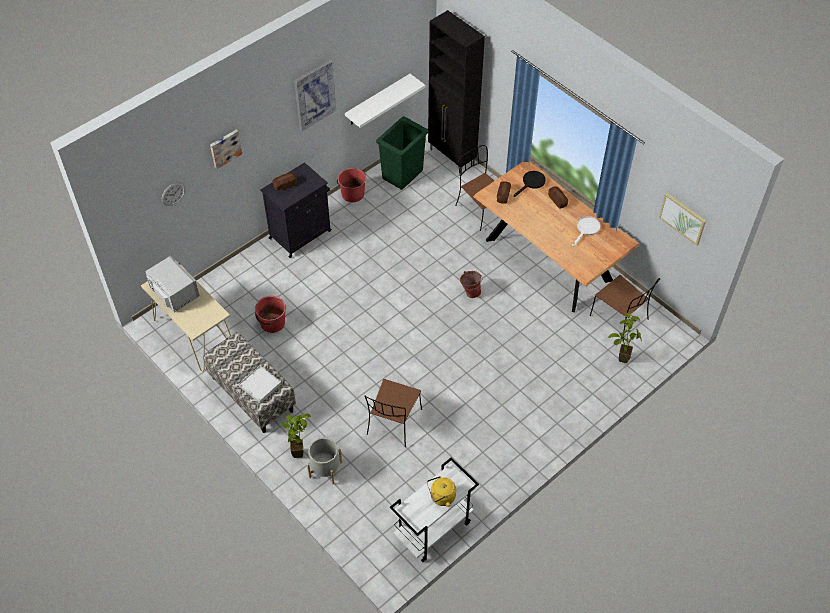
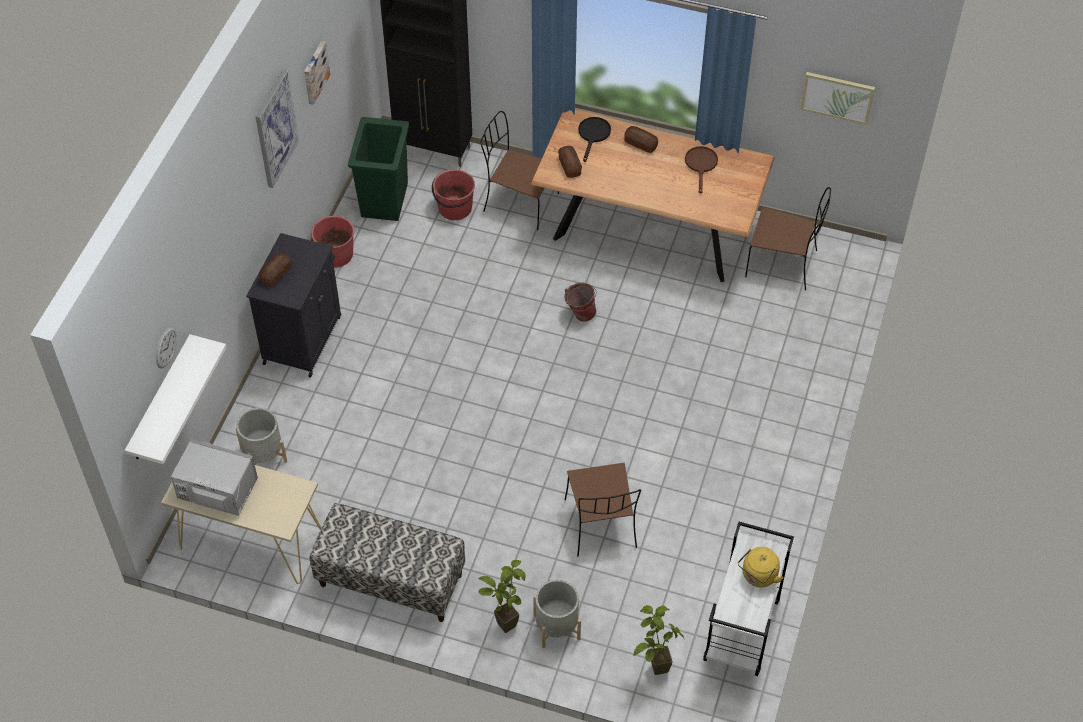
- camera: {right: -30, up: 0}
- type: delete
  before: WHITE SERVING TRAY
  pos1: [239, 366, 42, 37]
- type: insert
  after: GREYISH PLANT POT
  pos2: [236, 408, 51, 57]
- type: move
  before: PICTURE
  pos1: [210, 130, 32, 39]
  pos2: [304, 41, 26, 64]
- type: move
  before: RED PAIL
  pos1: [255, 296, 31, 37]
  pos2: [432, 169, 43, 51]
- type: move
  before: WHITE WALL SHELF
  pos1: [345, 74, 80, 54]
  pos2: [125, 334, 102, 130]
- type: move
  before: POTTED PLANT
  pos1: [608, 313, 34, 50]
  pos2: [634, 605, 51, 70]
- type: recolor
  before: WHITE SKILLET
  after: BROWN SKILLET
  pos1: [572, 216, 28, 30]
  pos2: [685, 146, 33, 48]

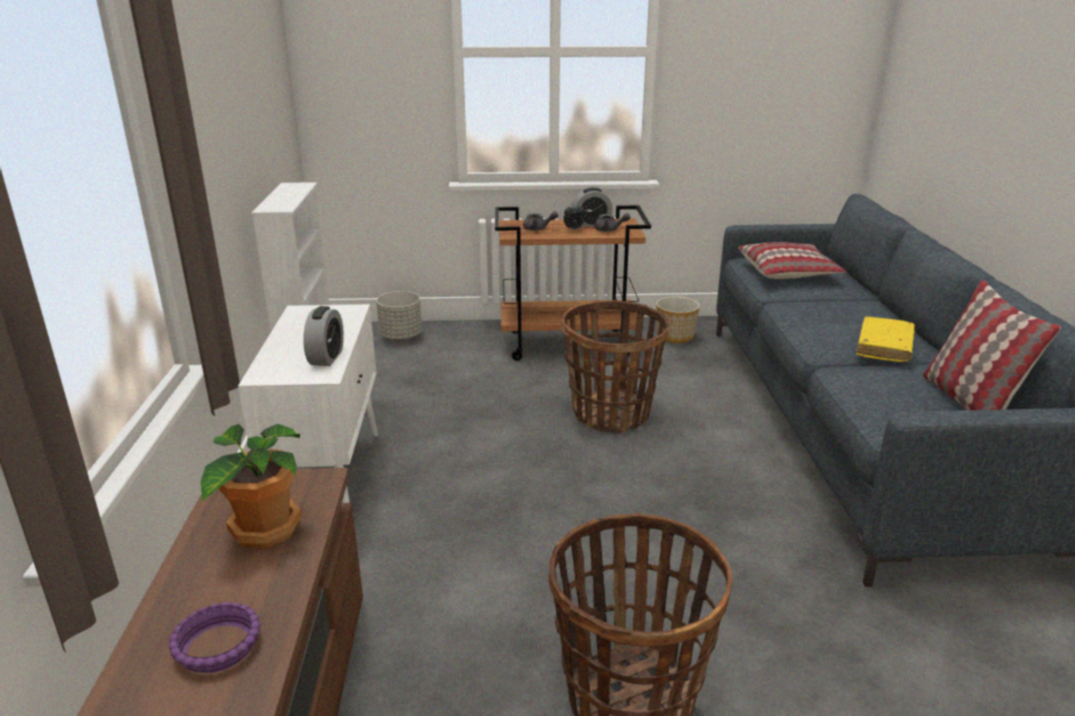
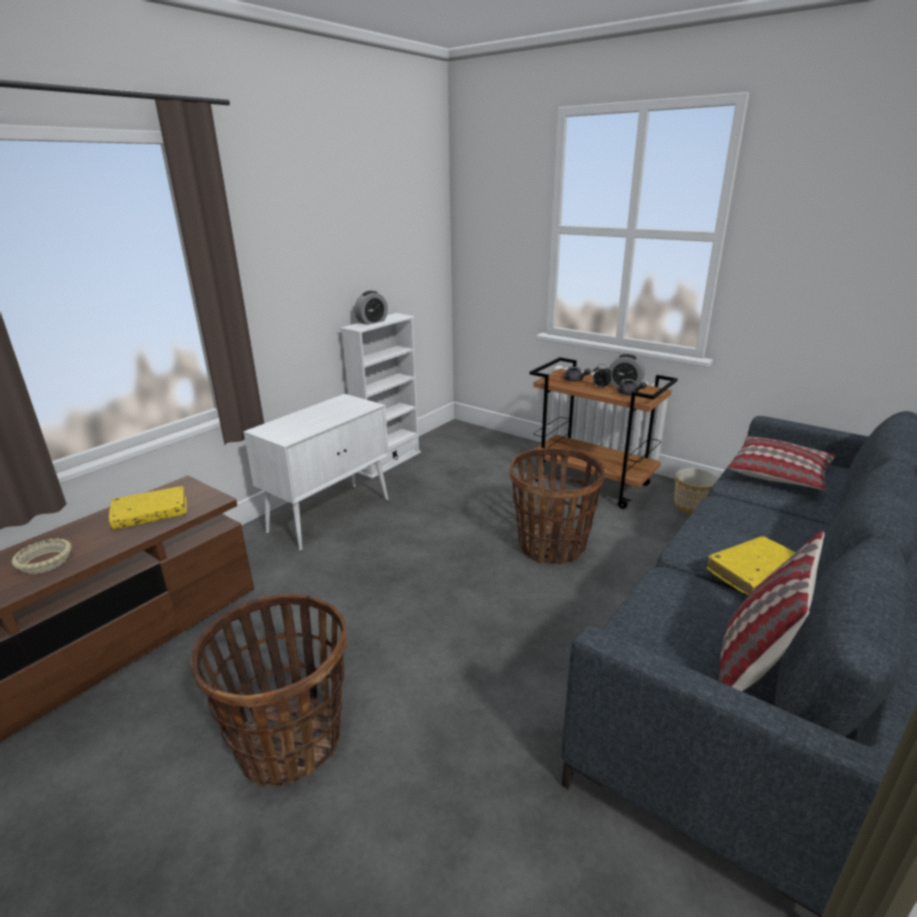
- camera: {right: 40, up: 0}
- type: delete
  before: GREYISH PLANT POT
  pos1: [376, 291, 46, 49]
- type: move
  before: BEDSIDE CLOCK
  pos1: [303, 306, 41, 60]
  pos2: [354, 291, 34, 34]
- type: replace
  before: POTTED PLANT
  after: YELLOWISH BOUND BOOK
  pos1: [201, 424, 101, 124]
  pos2: [109, 486, 78, 44]
- type: recolor
  before: PURPLE-COLOURED BOWL
  after: BEIGE BOWL
  pos1: [168, 602, 93, 71]
  pos2: [11, 538, 61, 36]

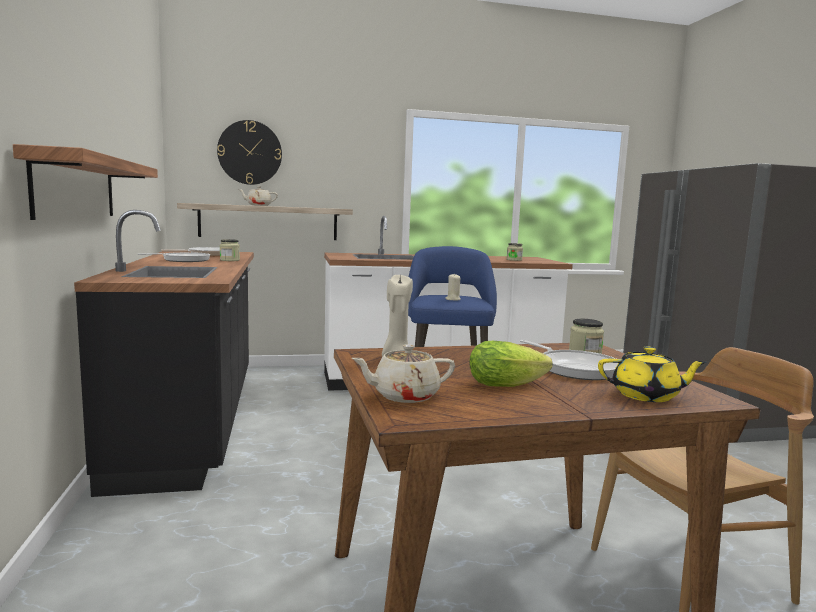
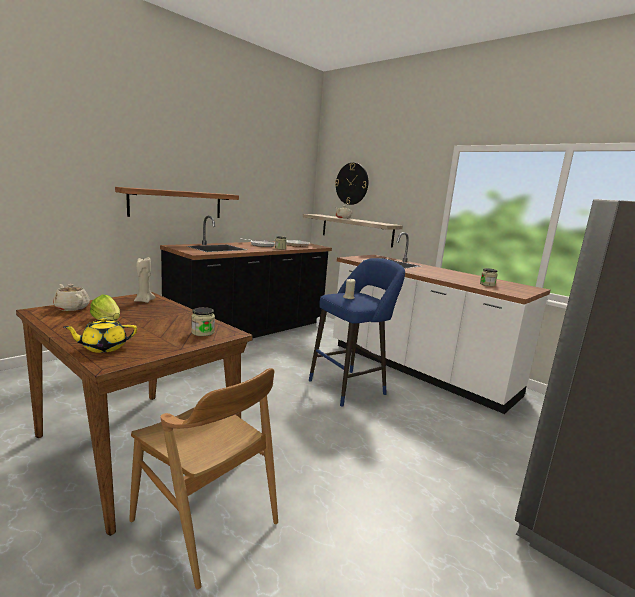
- camera: {right: 55, up: 5}
- type: delete
  before: SKILLET
  pos1: [520, 340, 98, 40]
- type: rotate
  before: YELLOWISH TEA POT
  pos1: [598, 347, 109, 55]
  pos2: [63, 317, 74, 36]
  turn: 90

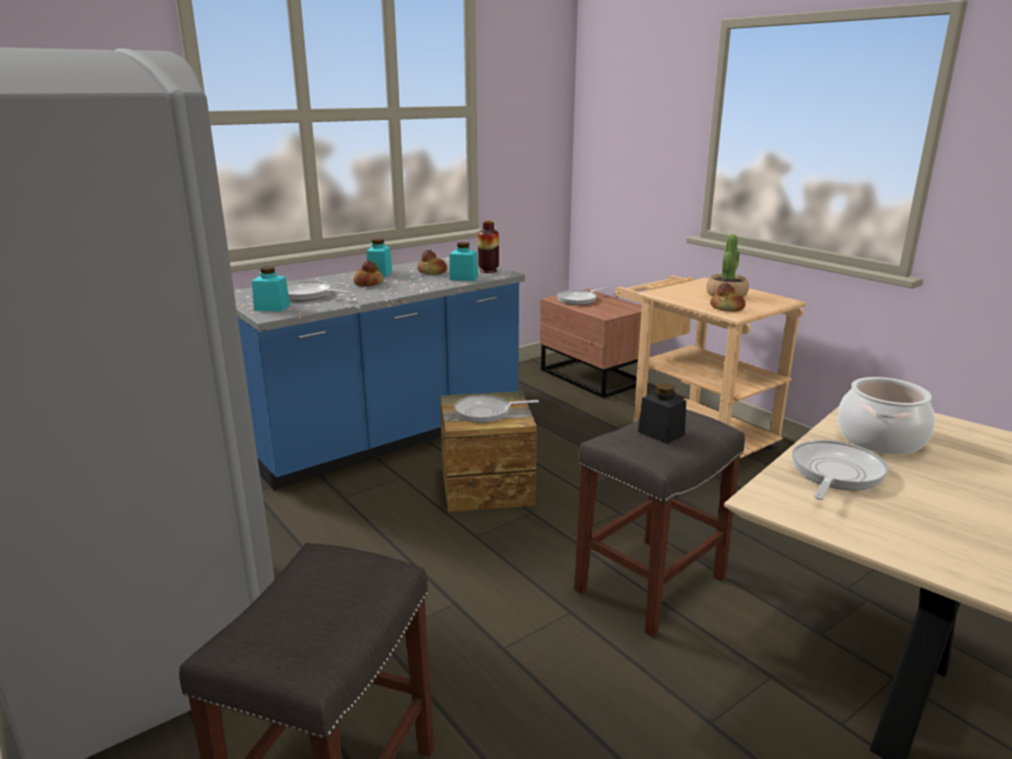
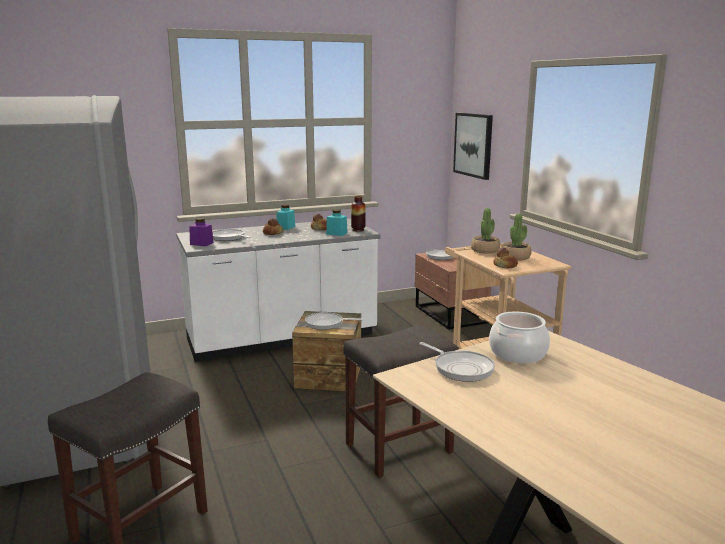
- camera: {right: 15, up: -5}
- type: delete
  before: BLACK-COLOURED JAR
  pos1: [638, 383, 48, 61]
- type: insert
  after: PICTURE
  pos2: [453, 113, 40, 67]
- type: insert
  after: POTTED PLANT
  pos2: [471, 208, 29, 46]
- type: recolor
  before: BLUE-COLOURED COUNTER
  after: WHITE COUNTER
  pos1: [234, 256, 291, 234]
  pos2: [176, 219, 205, 143]
- type: recolor
  before: TURQUOISE JAR
  after: PURPLE-COLOURED JAR
  pos1: [252, 266, 38, 45]
  pos2: [189, 218, 25, 28]
- type: rotate
  before: SKILLET
  pos1: [792, 440, 97, 60]
  pos2: [419, 342, 76, 40]
  turn: 90

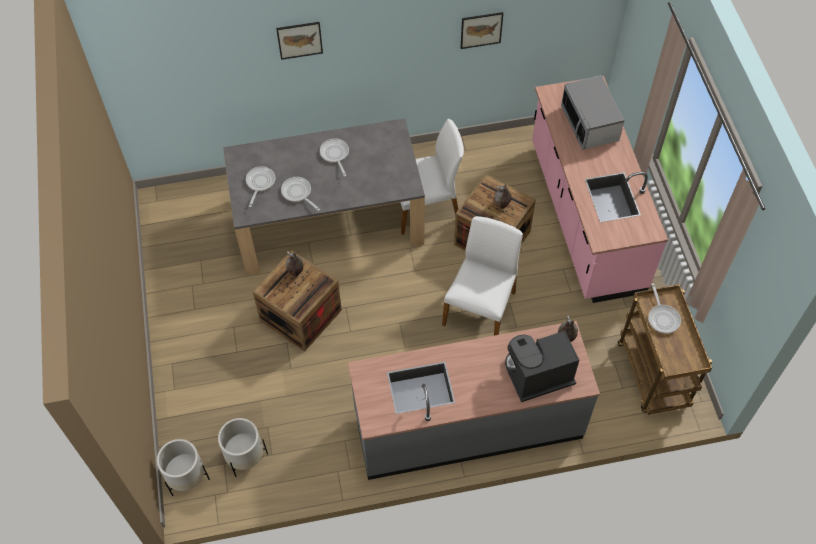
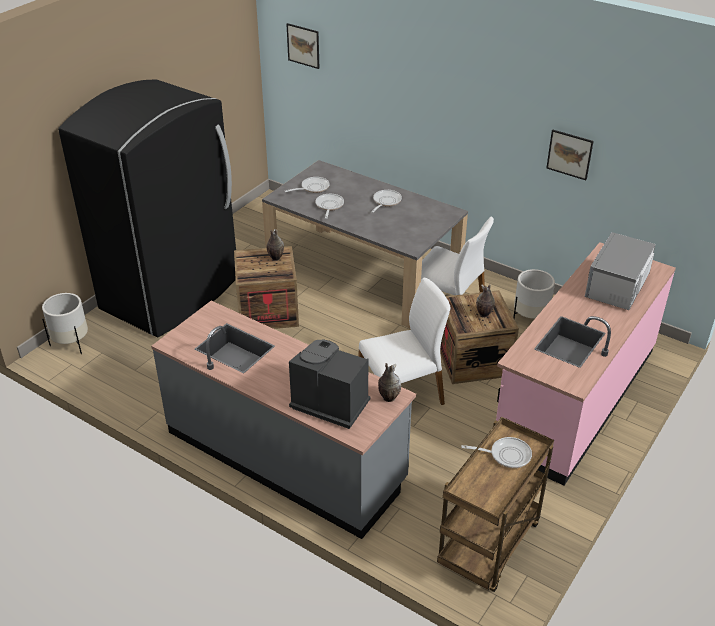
- camera: {right: 45, up: -20}
- type: insert
  after: BLACK-COLOURED REFRIGERATOR
  pos2: [58, 80, 178, 257]
- type: move
  before: WHITE PLANT POT
  pos1: [218, 418, 50, 59]
  pos2: [513, 269, 42, 50]
- type: move
  before: PICTURE
  pos1: [276, 22, 47, 38]
  pos2: [286, 23, 33, 46]
- type: rotate
  before: SKILLET
  pos1: [648, 283, 33, 51]
  pos2: [461, 437, 71, 31]
  turn: -120

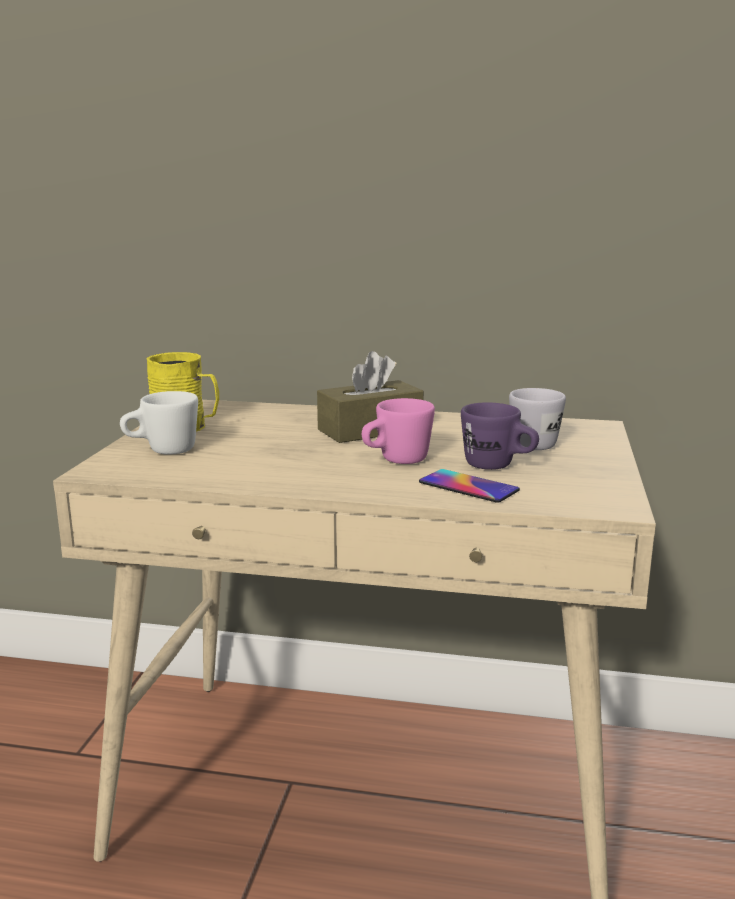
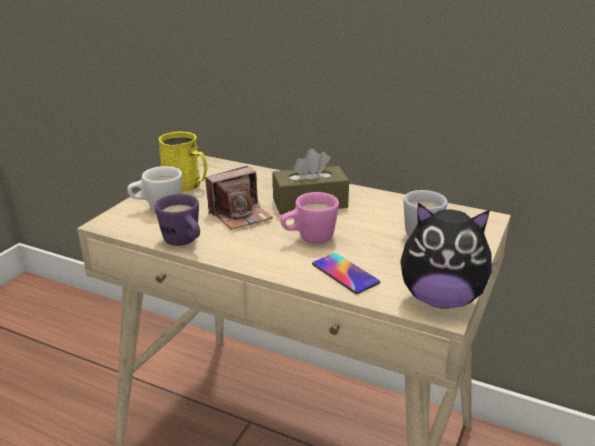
- camera: {right: 15, up: 10}
- type: insert
  after: STILL CAMERA
  pos2: [205, 166, 68, 64]
- type: insert
  after: PLUSH TOY
  pos2: [400, 202, 98, 107]
- type: move
  before: PURPLE-COLOURED COFFEE MUG
  pos1: [461, 402, 78, 68]
  pos2: [155, 194, 45, 52]

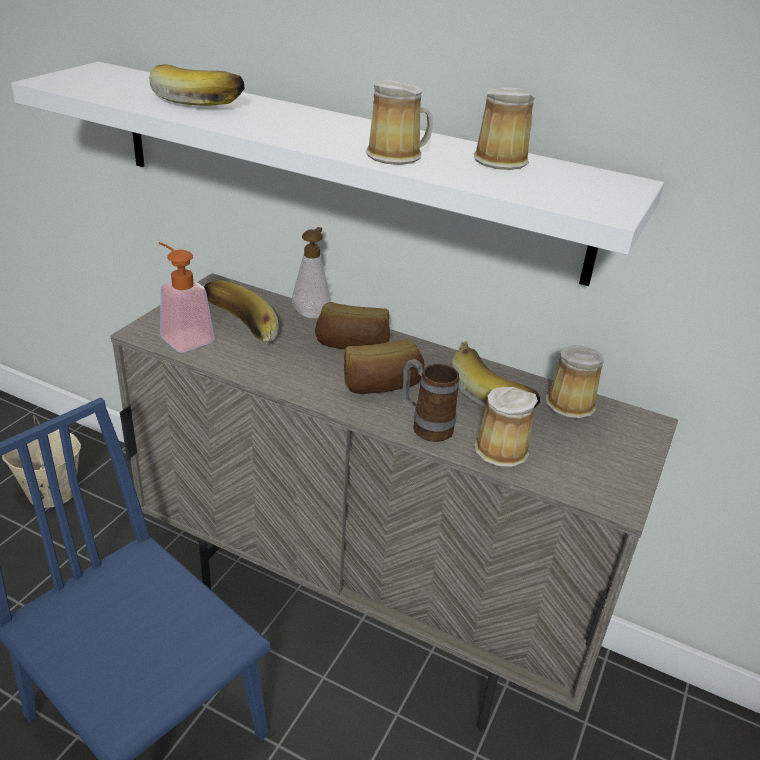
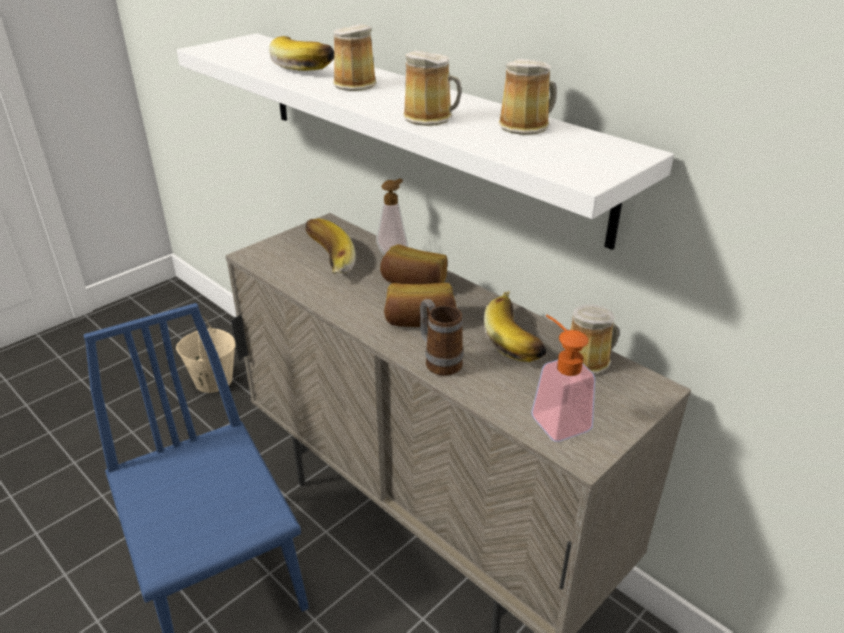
- camera: {right: 20, up: 0}
- type: move
  before: SOAP DISPENSER
  pos1: [158, 242, 57, 111]
  pos2: [531, 315, 64, 127]
- type: move
  before: COFFEE MUG
  pos1: [474, 387, 64, 80]
  pos2: [333, 24, 44, 67]

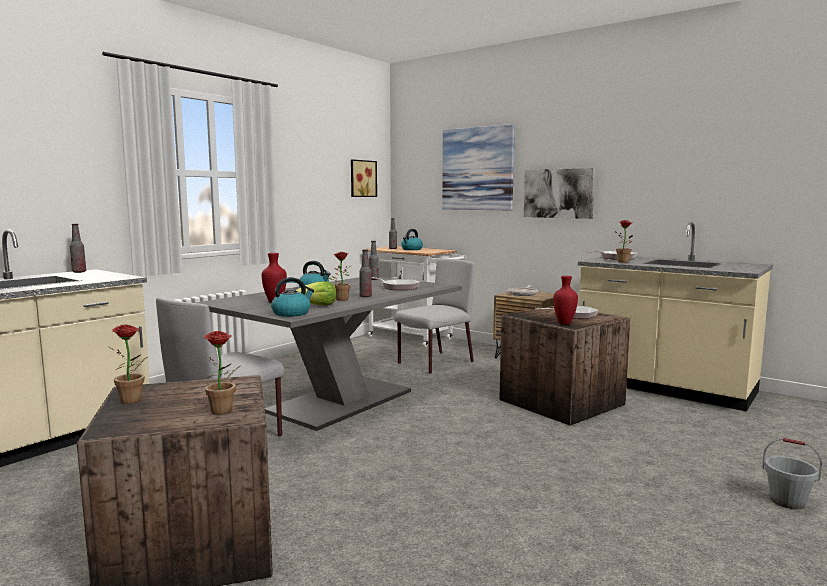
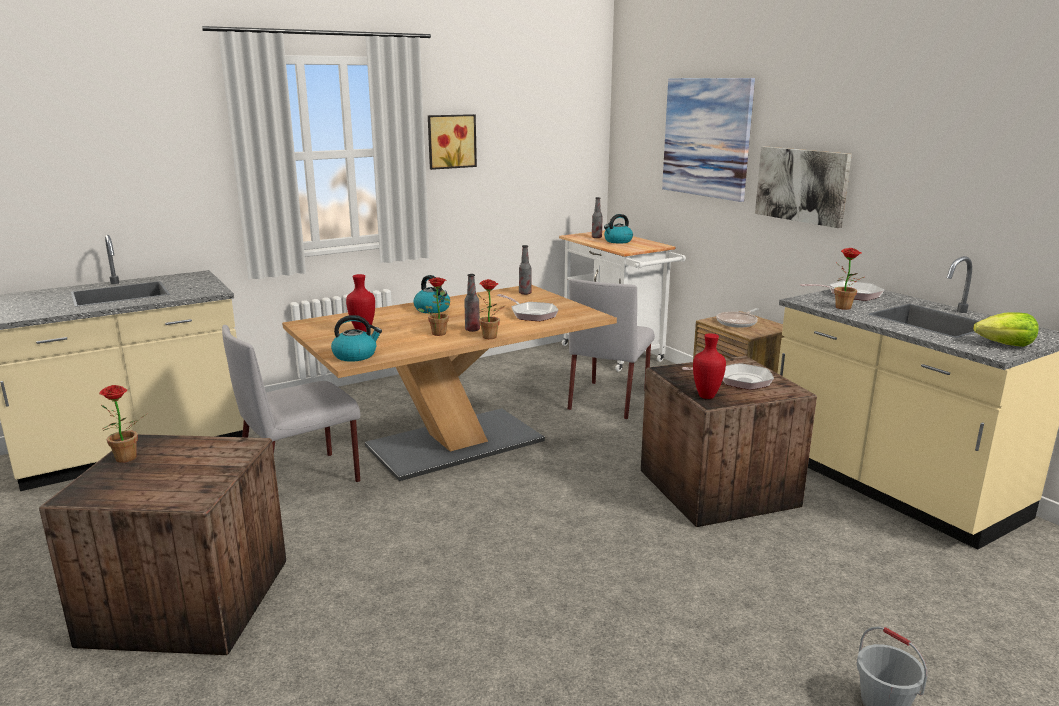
- camera: {right: 20, up: 10}
- type: delete
  before: BOTTLE
  pos1: [70, 224, 16, 49]
- type: move
  before: POTTED PLANT
  pos1: [201, 331, 41, 84]
  pos2: [478, 279, 27, 60]
- type: move
  before: LETTUCE HEAD
  pos1: [296, 281, 40, 25]
  pos2: [973, 312, 66, 35]
- type: move
  before: PICTURE
  pos1: [351, 159, 26, 38]
  pos2: [428, 114, 49, 56]
- type: recolor
  before: GREYISH DINNER TABLE
  after: BROWN DINNER TABLE
  pos1: [196, 277, 266, 154]
  pos2: [282, 285, 335, 196]
- type: rotate
  before: GREYISH PLAIN CHAIR
  pos1: [394, 259, 80, 115]
  pos2: [568, 279, 87, 141]
  turn: 135

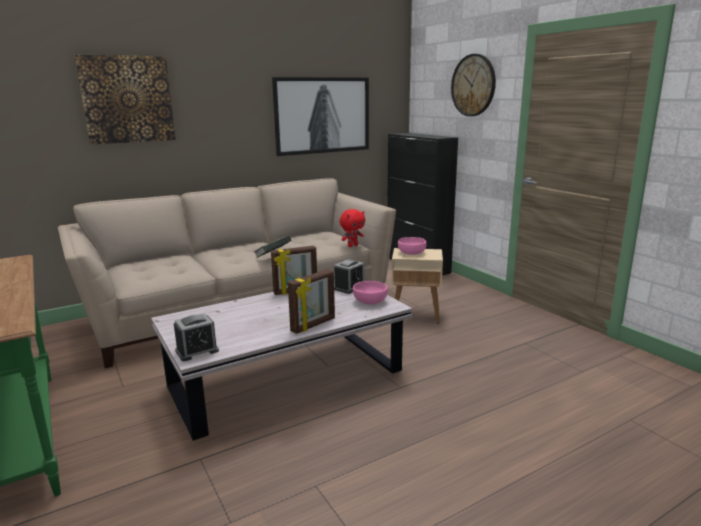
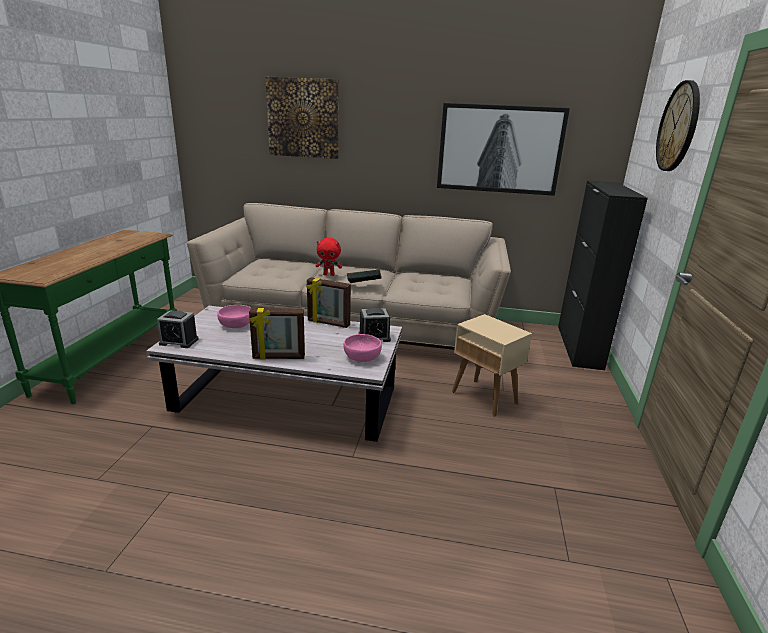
- camera: {right: 40, up: 5}
- type: move
  before: RED PLUSH TOY
  pos1: [340, 209, 25, 38]
  pos2: [316, 238, 26, 38]
- type: move
  before: PINK BOWL
  pos1: [398, 237, 28, 18]
  pos2: [217, 305, 34, 23]

